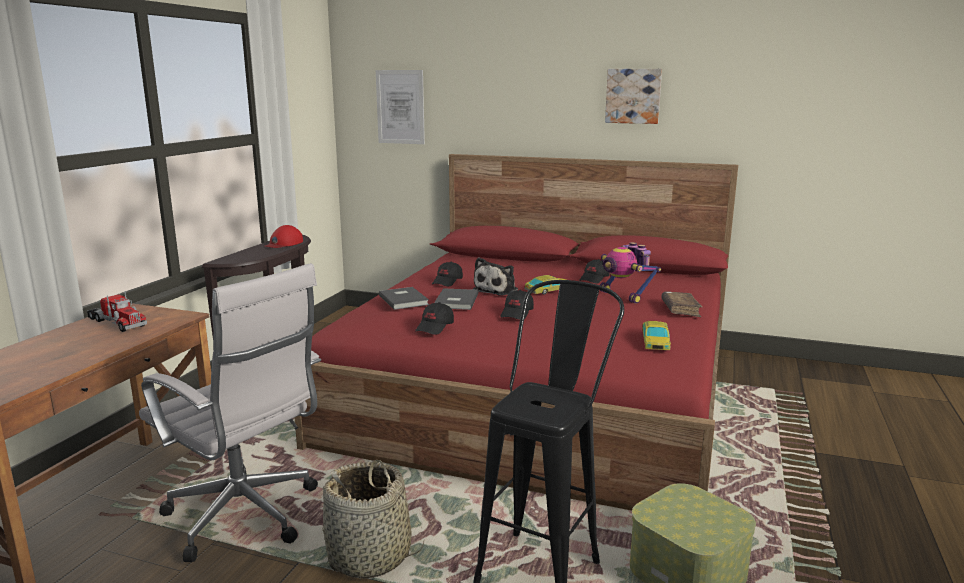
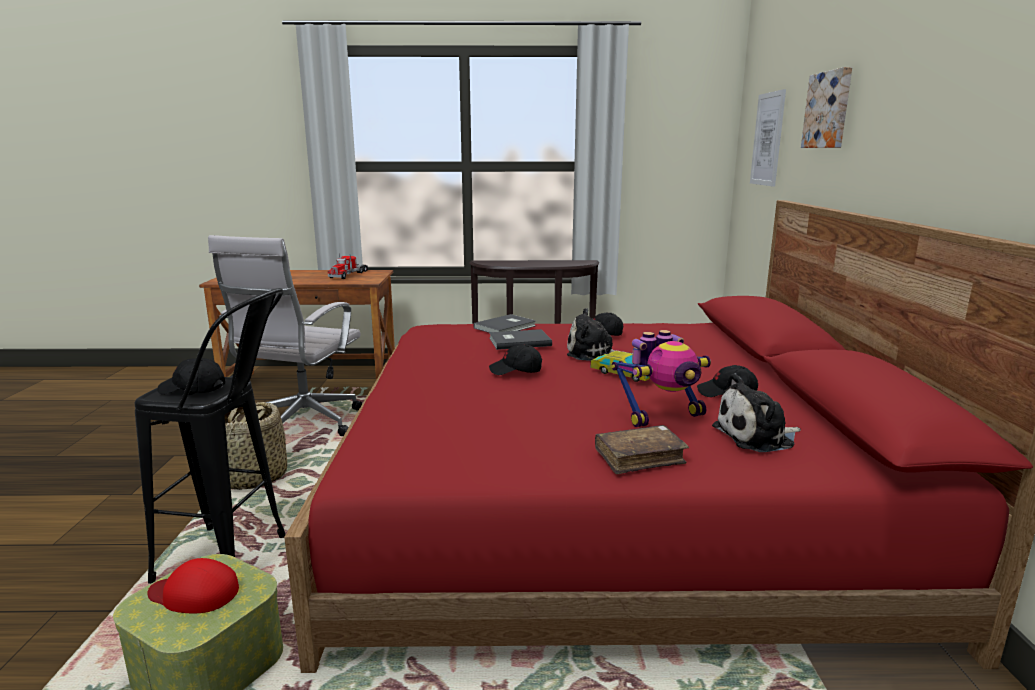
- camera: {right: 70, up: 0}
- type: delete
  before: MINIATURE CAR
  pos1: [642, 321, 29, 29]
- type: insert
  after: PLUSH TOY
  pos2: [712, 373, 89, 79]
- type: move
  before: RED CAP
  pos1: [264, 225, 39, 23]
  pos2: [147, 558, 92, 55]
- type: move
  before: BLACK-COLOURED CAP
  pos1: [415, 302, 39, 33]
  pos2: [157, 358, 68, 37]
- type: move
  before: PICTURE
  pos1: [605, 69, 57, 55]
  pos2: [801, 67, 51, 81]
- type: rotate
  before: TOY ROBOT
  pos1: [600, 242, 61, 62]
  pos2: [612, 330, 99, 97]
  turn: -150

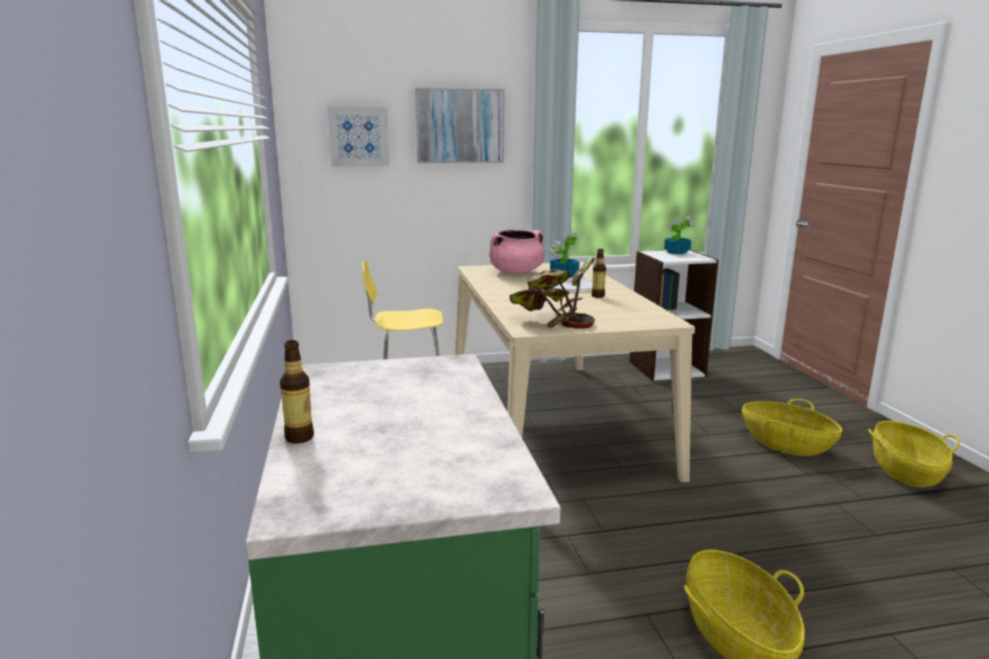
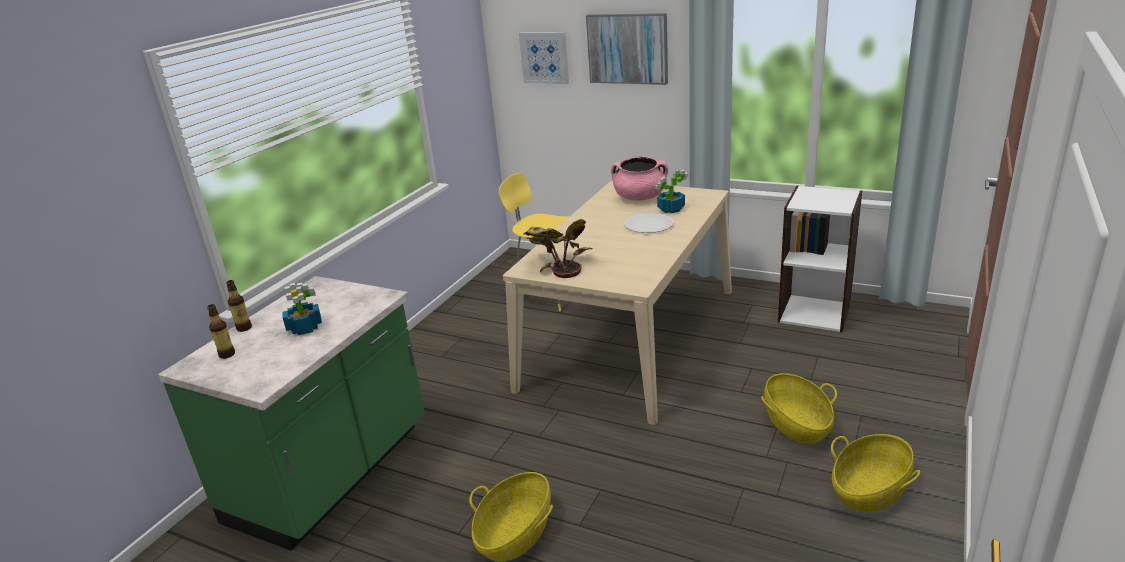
- camera: {right: 40, up: 10}
- type: move
  before: BOTTLE
  pos1: [591, 249, 15, 49]
  pos2: [207, 304, 28, 55]
- type: move
  before: POTTED PLANT
  pos1: [664, 216, 31, 38]
  pos2: [282, 283, 40, 52]

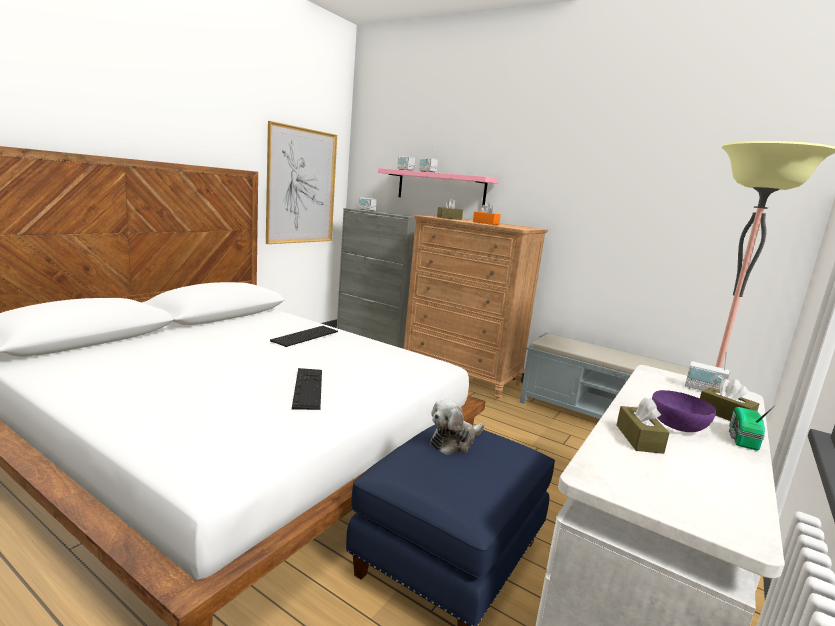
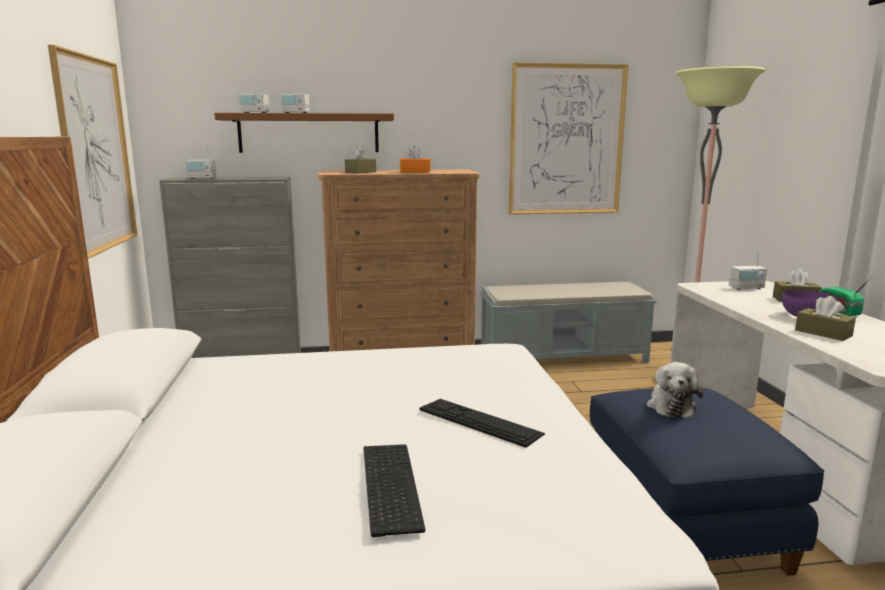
- camera: {right: -40, up: 0}
- type: insert
  after: PICTURE
  pos2: [509, 62, 120, 153]
- type: move
  before: KEYBOARD
  pos1: [270, 326, 68, 21]
  pos2: [363, 444, 62, 93]
- type: recolor
  before: PINK WALL SHELF
  after: BROWN WALL SHELF
  pos1: [378, 168, 120, 37]
  pos2: [214, 113, 180, 40]

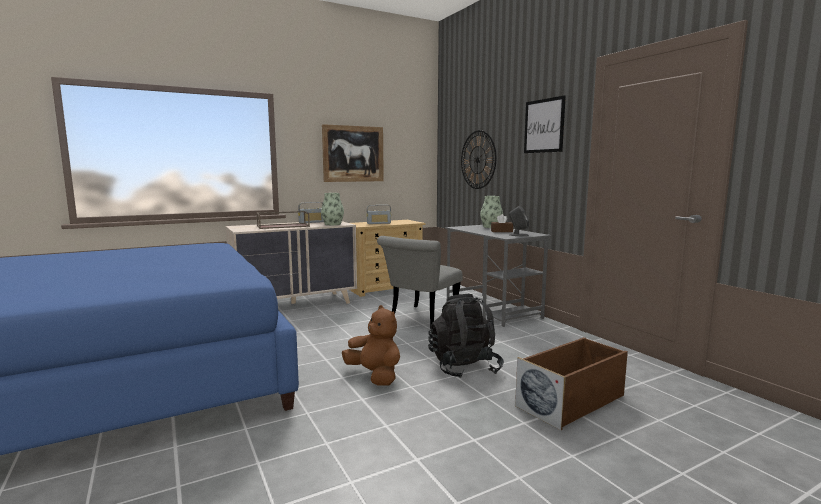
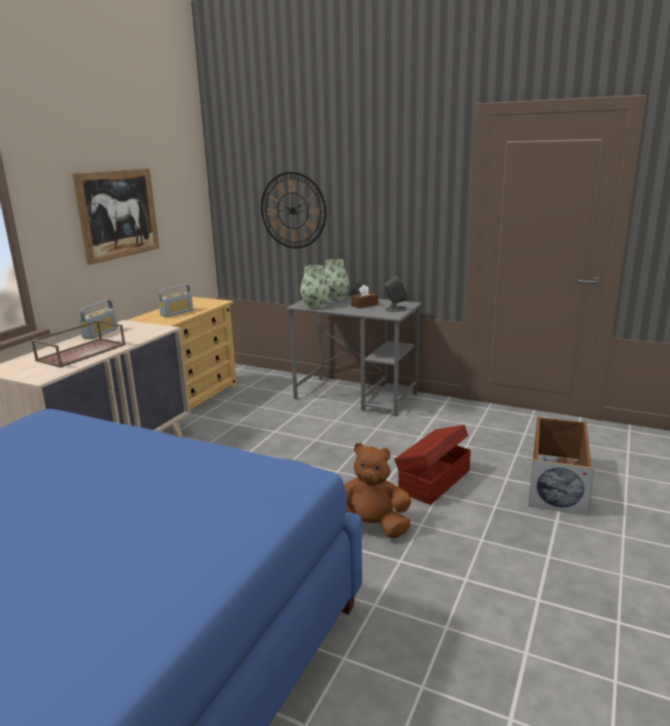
- camera: {right: -35, up: 10}
- type: delete
  before: GREYISH PLAIN CHAIR
  pos1: [377, 236, 86, 93]
- type: delete
  before: PICTURE
  pos1: [524, 95, 42, 58]
- type: move
  before: DECORATIVE VASE
  pos1: [321, 193, 23, 32]
  pos2: [300, 265, 30, 44]
- type: replace
  before: BLACK-COLOURED KNAPSACK
  after: BROWN STORAGE CONTAINER
  pos1: [428, 294, 76, 84]
  pos2: [394, 425, 77, 80]

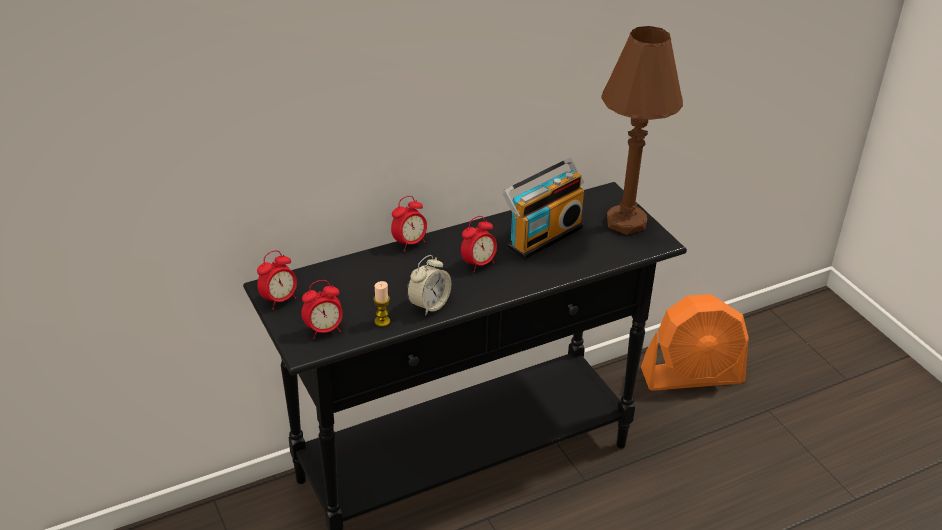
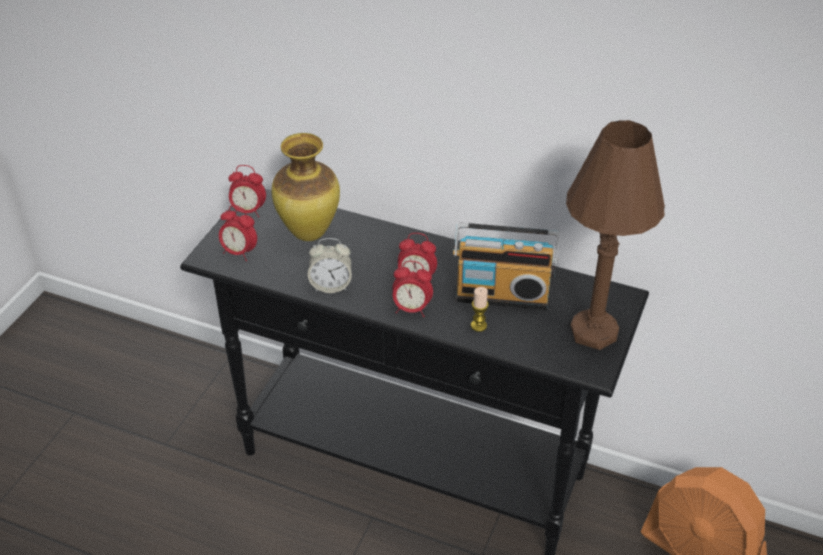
- camera: {right: 50, up: 5}
- type: insert
  after: DECORATIVE VASE
  pos2: [271, 133, 69, 108]
- type: move
  before: WAX LIGHT
  pos1: [373, 281, 17, 46]
  pos2: [471, 287, 18, 45]
- type: move
  before: BEDSIDE CLOCK
  pos1: [391, 196, 36, 55]
  pos2: [393, 261, 40, 56]

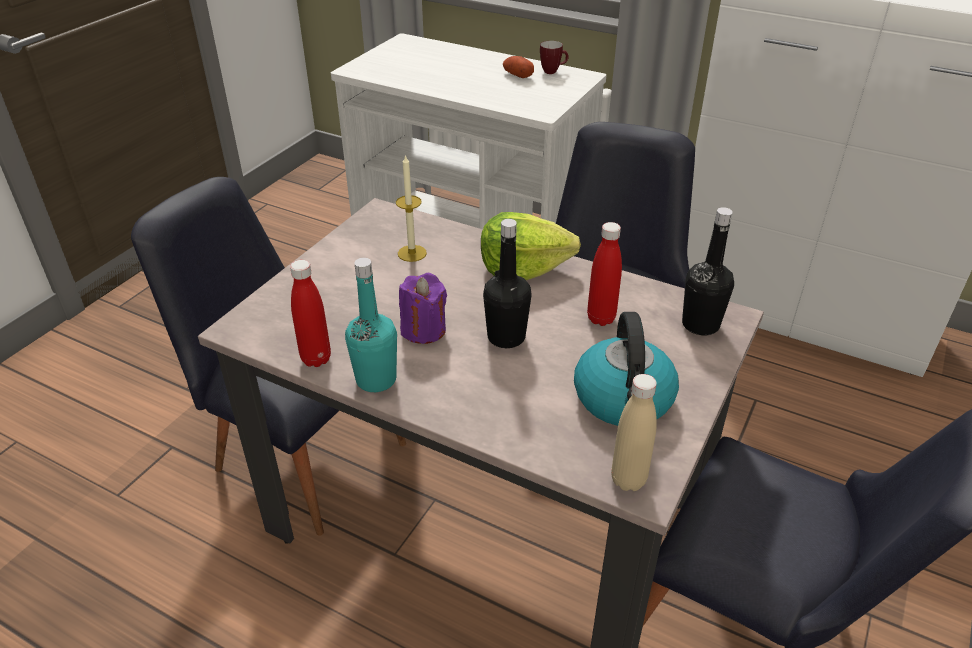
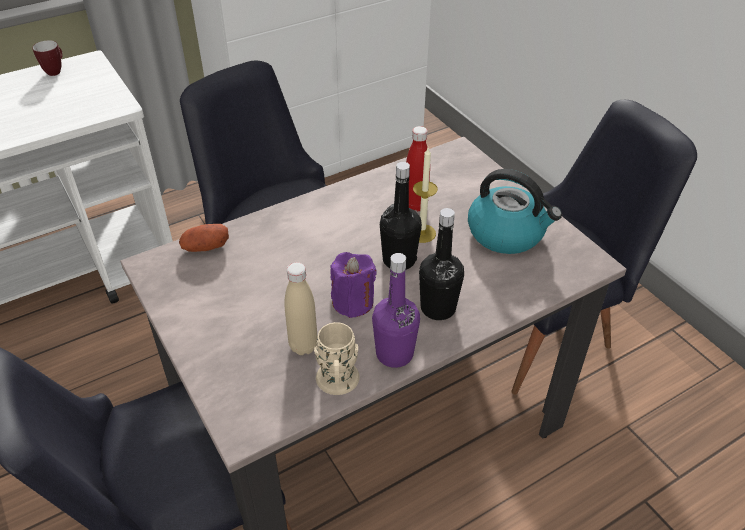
- camera: {right: -60, up: 5}
- type: delete
  before: LETTUCE HEAD
  pos1: [481, 212, 100, 68]
- type: move
  before: WAX LIGHT
  pos1: [396, 154, 31, 108]
  pos2: [413, 148, 25, 95]
- type: move
  before: SPUD
  pos1: [503, 56, 31, 22]
  pos2: [179, 224, 50, 28]
- type: move
  before: BEIGE BOTTLE
  pos1: [611, 374, 46, 117]
  pos2: [285, 262, 33, 93]
- type: move
  before: BLACK-COLOURED BOTTLE
  pos1: [682, 207, 52, 128]
  pos2: [419, 208, 45, 112]
- type: replace
  before: RED BOTTLE
  after: BEIGE COFFEE MUG
  pos1: [290, 260, 41, 107]
  pos2: [314, 322, 46, 73]
- type: recolor
  before: TURQUOISE BOTTLE
  after: PURPLE-COLOURED BOTTLE
  pos1: [345, 258, 52, 134]
  pos2: [372, 253, 48, 115]

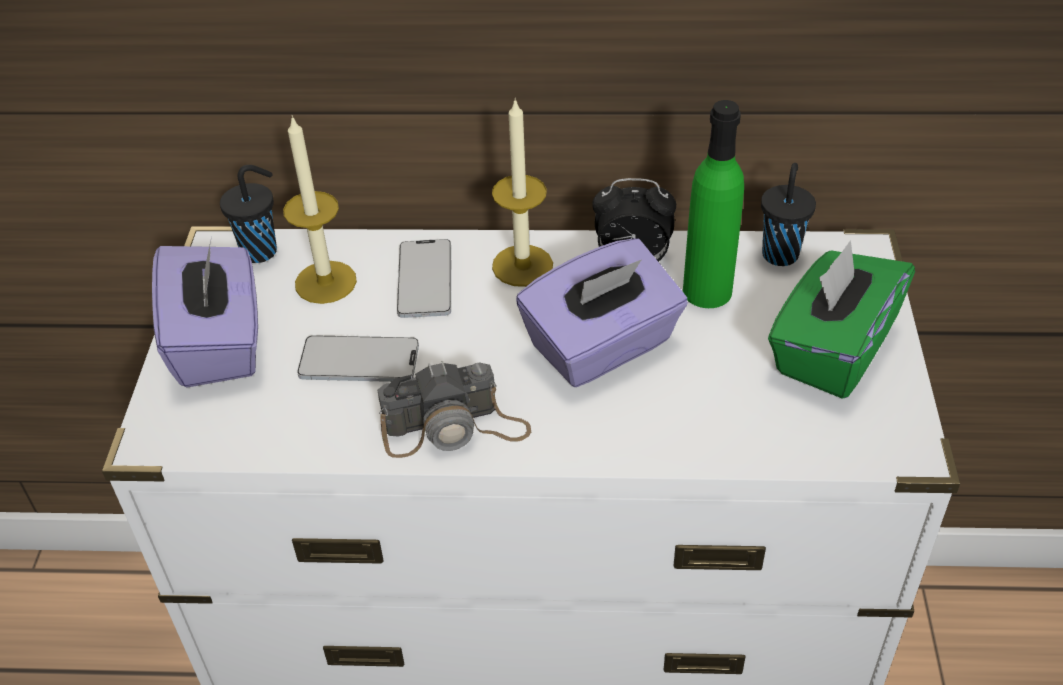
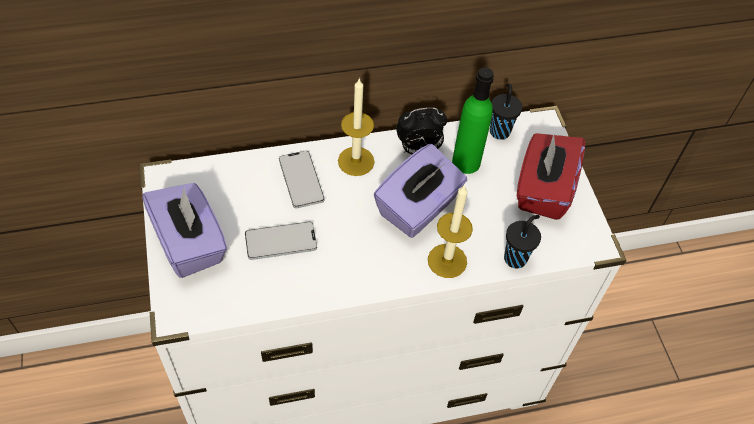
- camera: {right: -20, up: 10}
- type: delete
  before: STILL CAMERA
  pos1: [378, 361, 153, 97]
- type: move
  before: BLACK-COLOURED DRINKING CUP
  pos1: [220, 165, 57, 98]
  pos2: [504, 215, 37, 54]
- type: move
  before: WAX LIGHT
  pos1: [283, 115, 74, 189]
  pos2: [428, 184, 45, 94]
- type: recolor
  before: GREEN-COLOURED BOX OF TISSUES
  after: RED BOX OF TISSUES
  pos1: [768, 240, 147, 159]
  pos2: [517, 133, 68, 87]

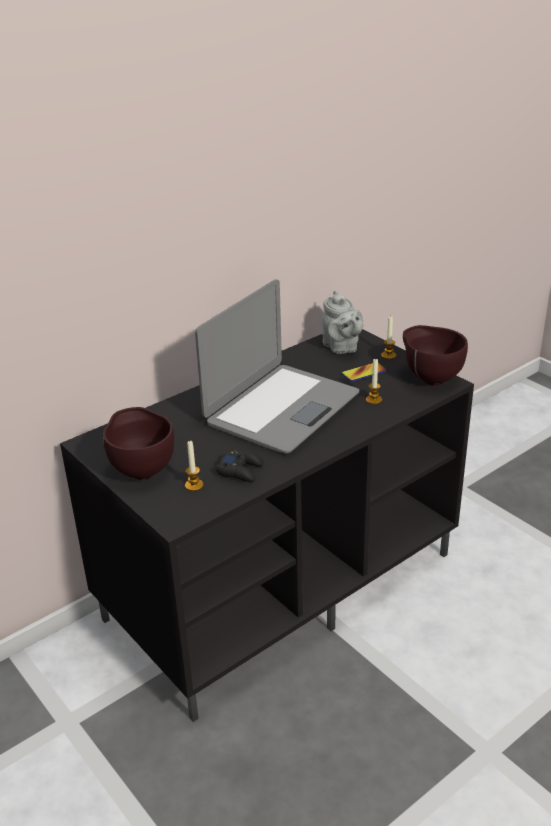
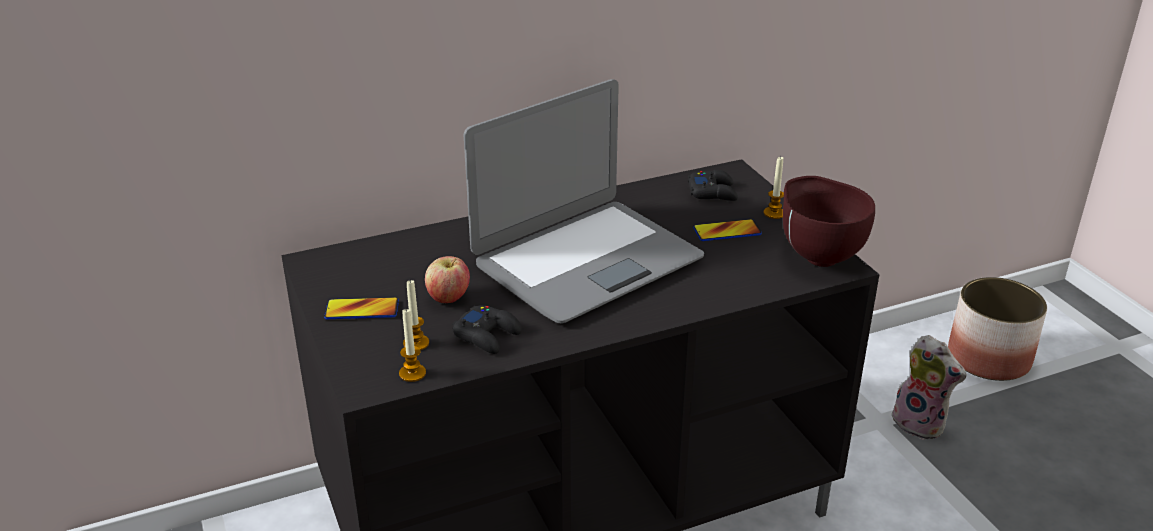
- camera: {right: 15, up: 0}
- type: insert
  after: APPLE FRUIT
  pos2: [425, 256, 45, 47]
- type: insert
  after: PLUSH TOY
  pos2: [892, 335, 75, 105]
- type: insert
  after: PLANT POT
  pos2: [948, 277, 99, 104]
- type: move
  before: WAX LIGHT
  pos1: [366, 358, 16, 46]
  pos2: [399, 309, 27, 73]
- type: replace
  before: BROWN BOWL
  after: HANDSET
  pos1: [103, 407, 71, 73]
  pos2: [324, 297, 75, 22]
- type: replace
  before: GREYISH TEA POT
  after: BLACK-COLOURED JOYPAD
  pos1: [322, 291, 42, 63]
  pos2: [688, 170, 50, 31]

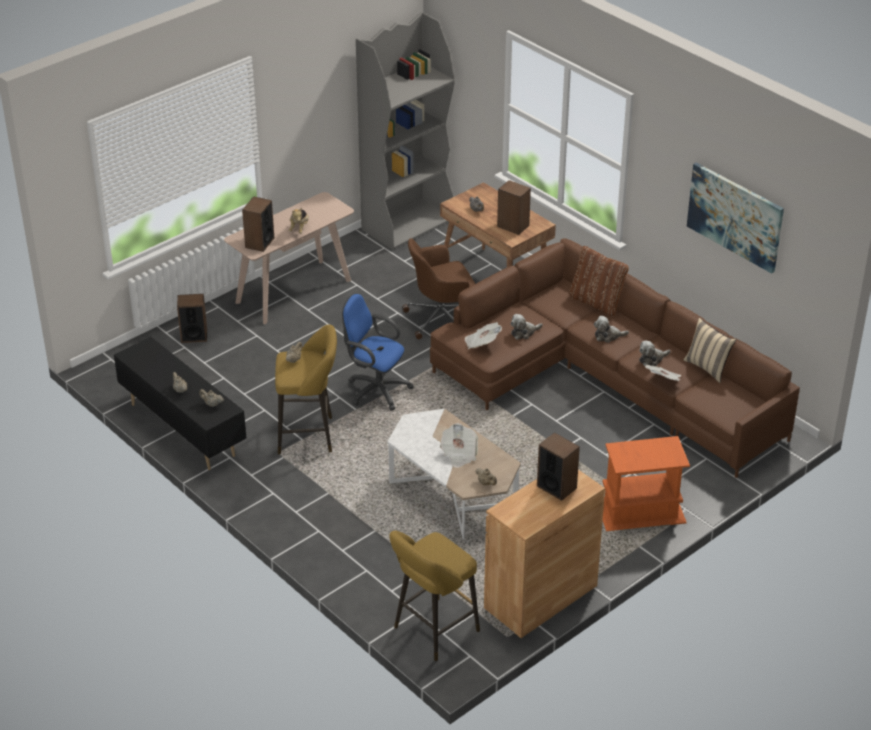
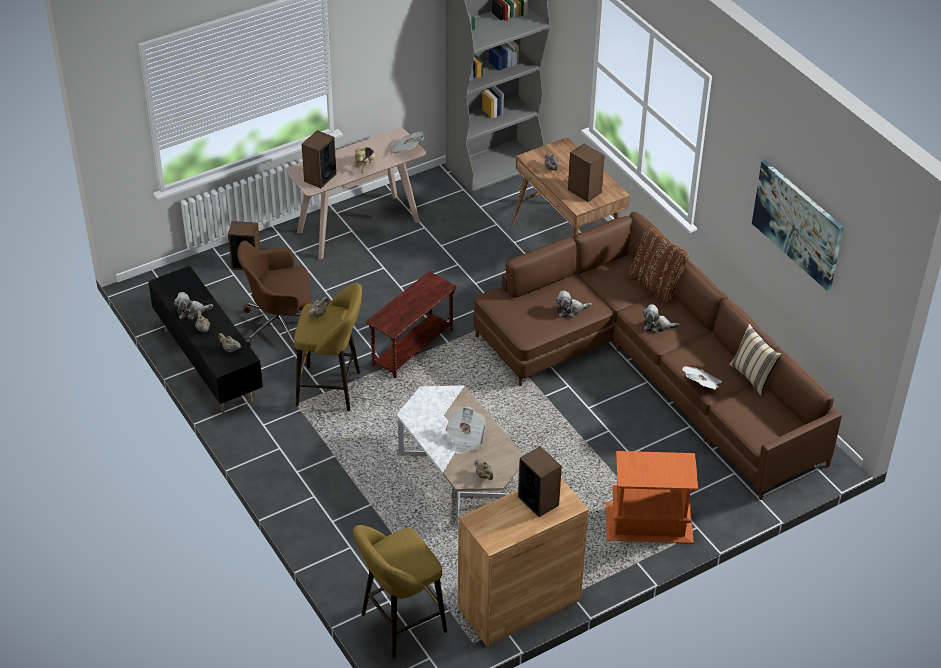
- camera: {right: 10, up: 5}
- type: move
  before: BROWN DESK CHAIR
  pos1: [402, 238, 73, 101]
  pos2: [237, 241, 74, 111]
- type: move
  before: PRINTED PAPER
  pos1: [464, 322, 38, 27]
  pos2: [390, 131, 34, 23]
- type: move
  before: PLUSH TOY
  pos1: [639, 340, 32, 26]
  pos2: [174, 292, 39, 28]
- type: replace
  before: BLUE-COLOURED DESK CHAIR
  after: BROWN SIDE TABLE
  pos1: [342, 294, 72, 117]
  pos2: [365, 271, 92, 107]

